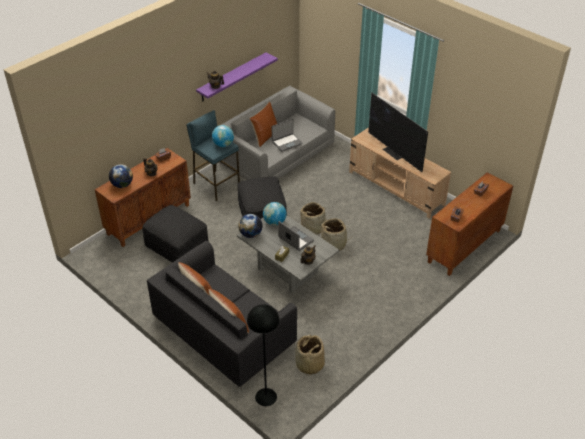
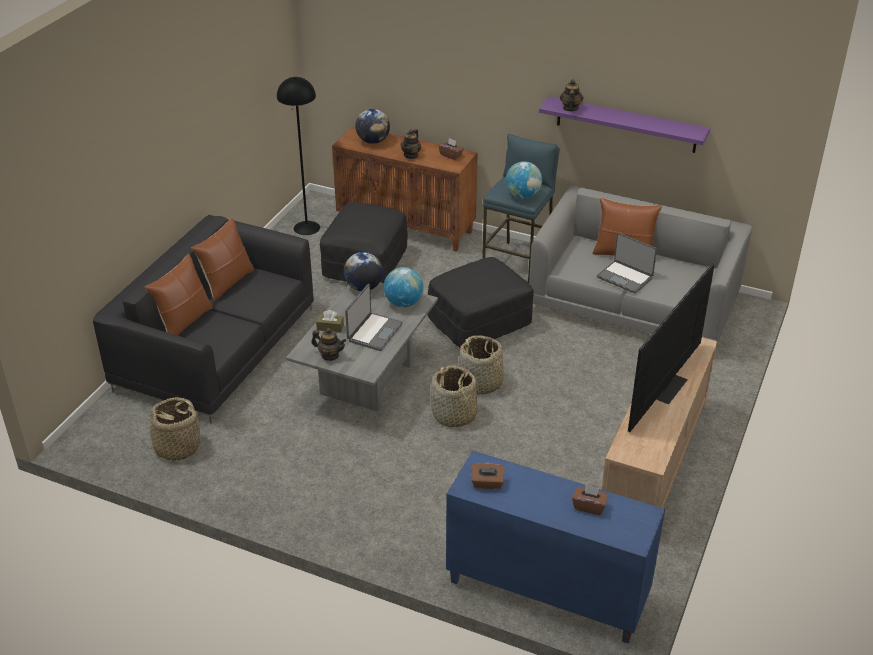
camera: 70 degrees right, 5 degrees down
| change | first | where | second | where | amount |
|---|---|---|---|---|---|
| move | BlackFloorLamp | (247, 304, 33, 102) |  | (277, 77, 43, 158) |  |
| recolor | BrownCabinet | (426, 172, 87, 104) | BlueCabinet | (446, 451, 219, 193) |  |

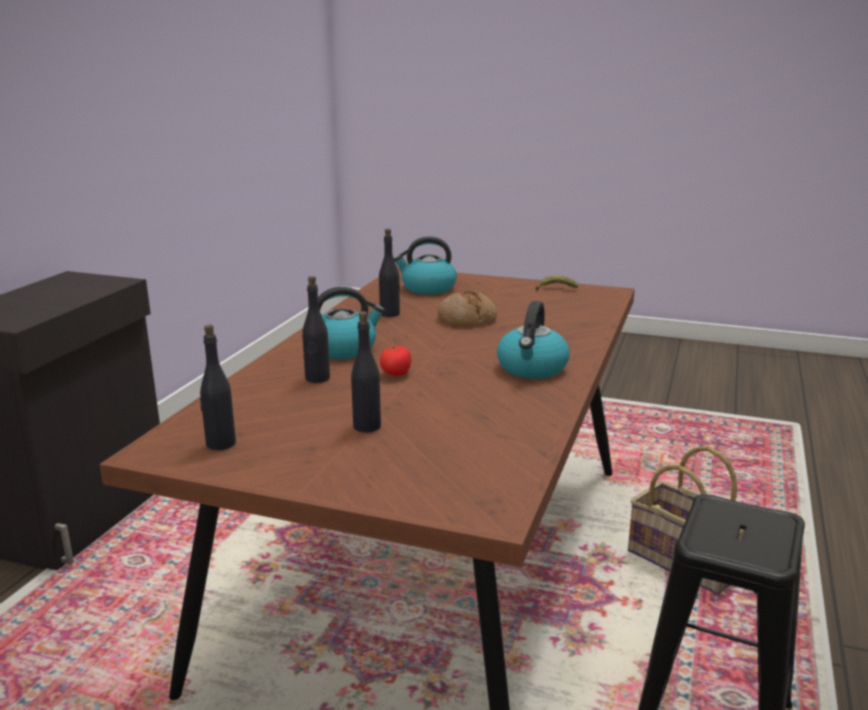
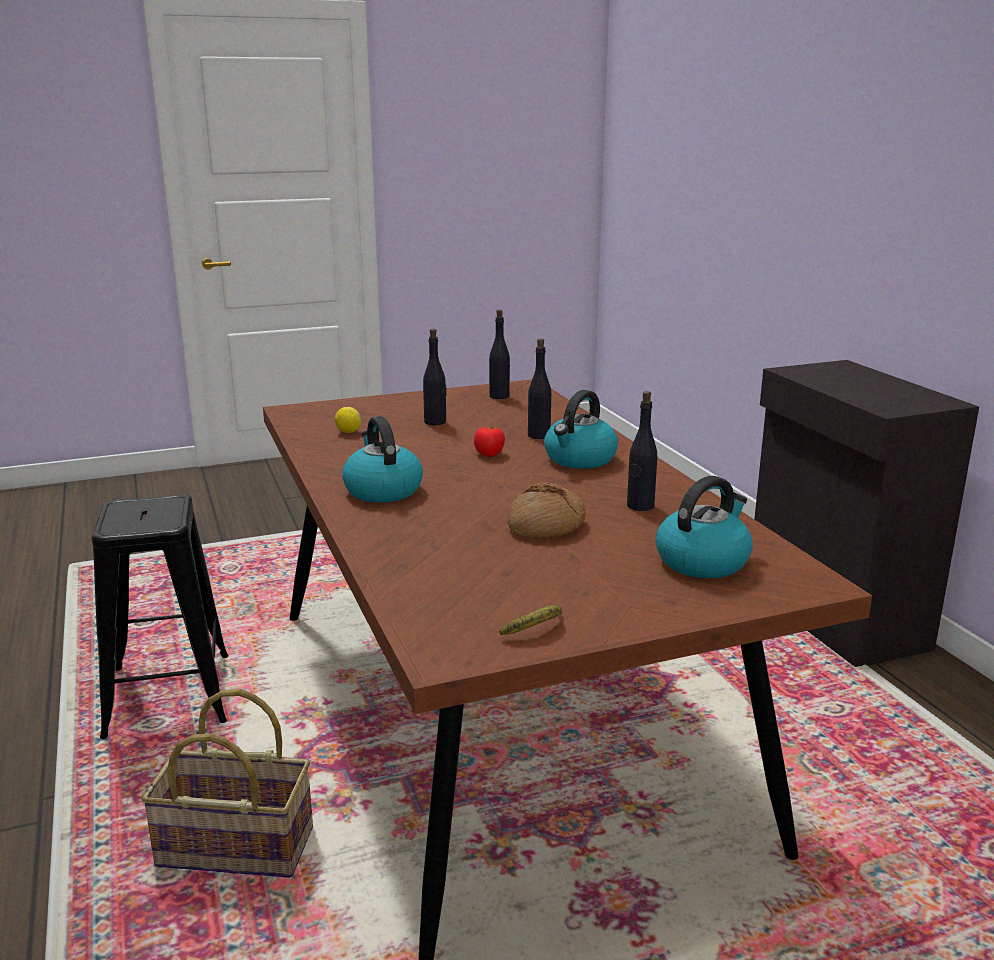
camera: 140 degrees right, 0 degrees up
| change | first | where | second | where | amount |
|---|---|---|---|---|---|
| insert |  |  | Lemon | (335, 407, 26, 26) |  |

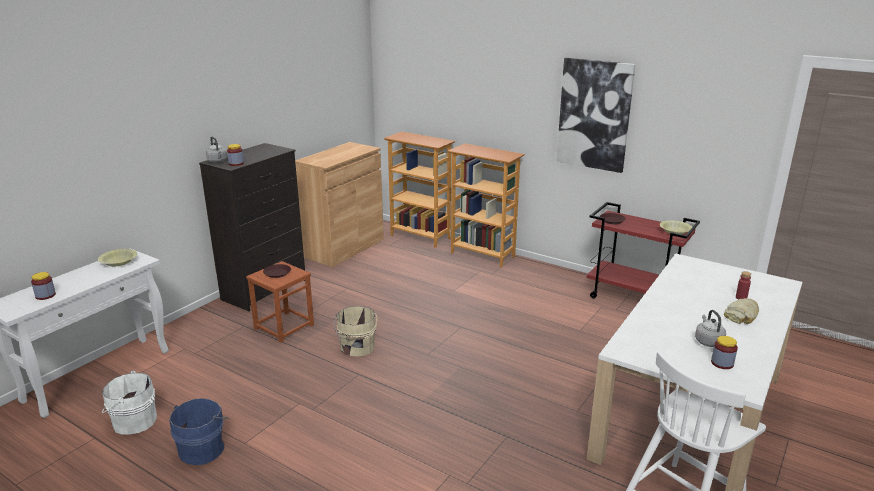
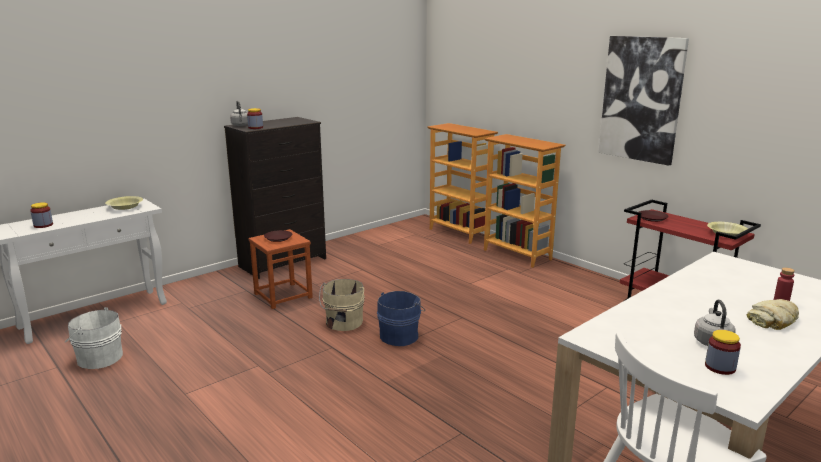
camera: 15 degrees right, 5 degrees down
| change | first | where | second | where | amount |
|---|---|---|---|---|---|
| delete | BrownCabinet | (295, 142, 89, 125) |  |  |  |
| move | BlueBucket | (169, 398, 59, 67) |  | (377, 291, 48, 55) |  |

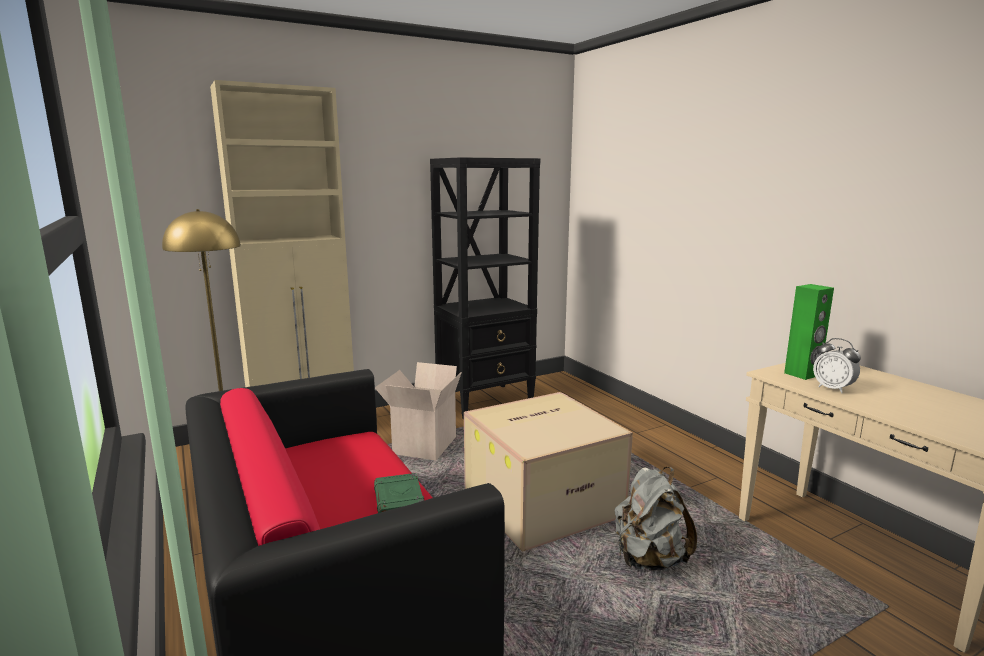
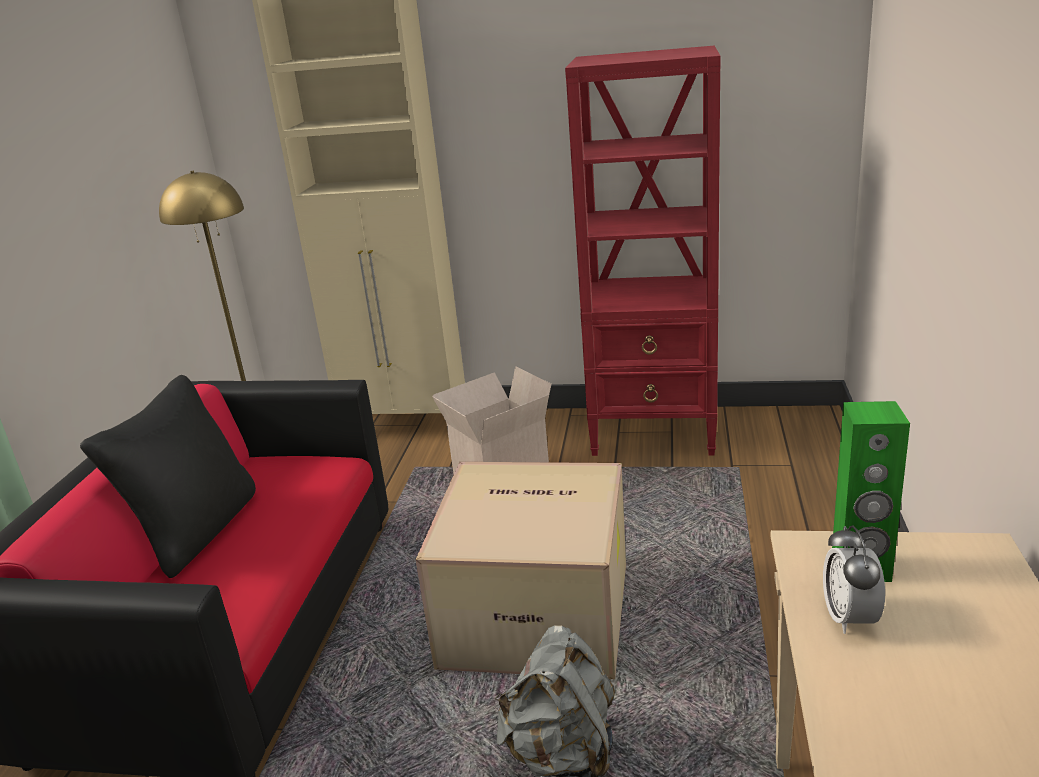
camera: 40 degrees right, 10 degrees up
| change | first | where | second | where | amount |
|---|---|---|---|---|---|
| delete | GreenBook | (374, 473, 50, 40) |  |  |  |
| insert |  |  | BlackPillow | (80, 375, 176, 203) |  |
| recolor | BlackBookcase | (430, 157, 110, 262) | RedBookcase | (565, 46, 156, 410) |  |

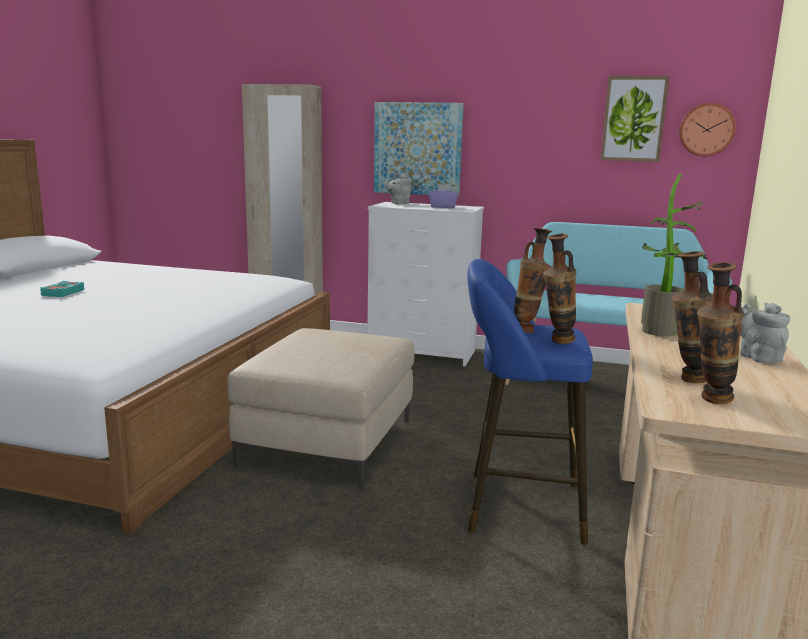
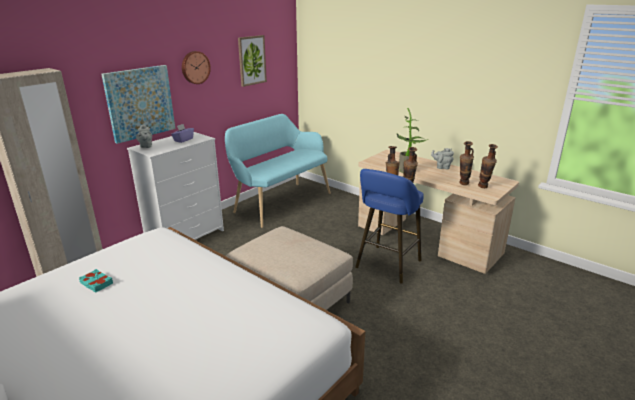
camera: 65 degrees left, 10 degrees up
| change | first | where | second | where | amount |
|---|---|---|---|---|---|
| move | TurquoiseBook | (40, 281, 44, 16) |  | (79, 269, 34, 23) |  |
| move | WallClock | (679, 103, 57, 53) |  | (182, 51, 29, 33) |  |

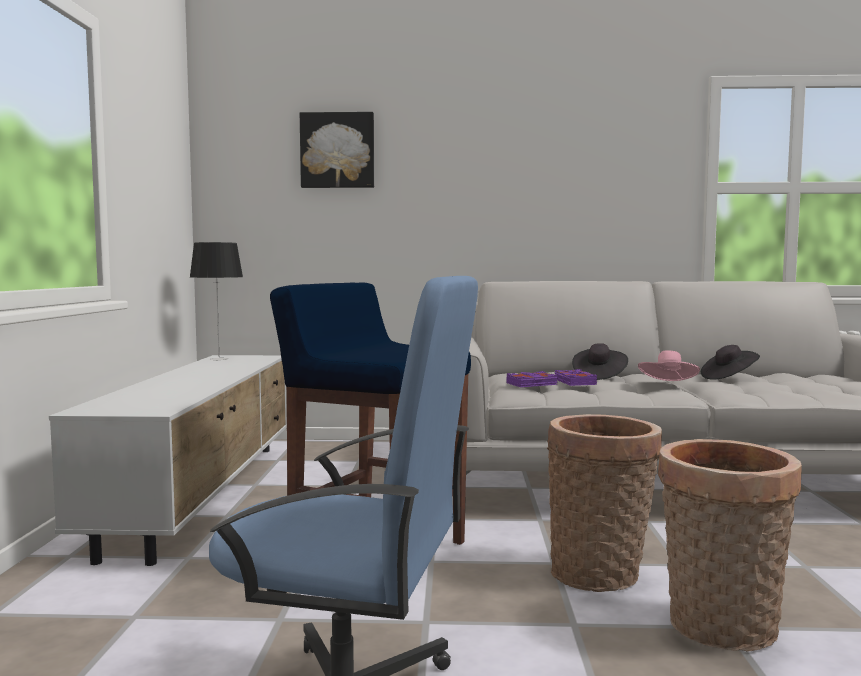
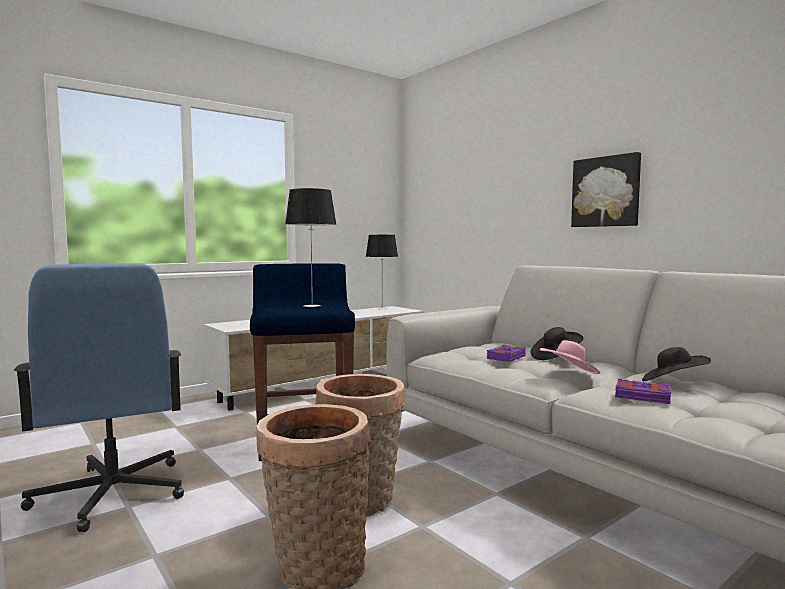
camera: 50 degrees right, 0 degrees up
| change | first | where | second | where | amount |
|---|---|---|---|---|---|
| insert |  |  | TableLamp | (285, 188, 52, 119) |  |
| move | Picture | (300, 112, 74, 76) |  | (571, 152, 70, 75) |  |
| move | PurpleBook | (507, 371, 51, 16) |  | (615, 379, 56, 25) |  |

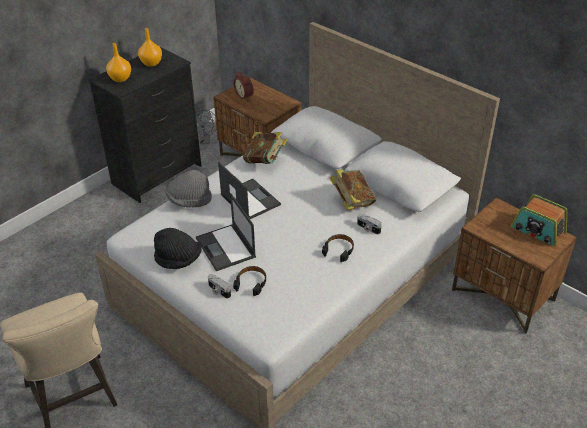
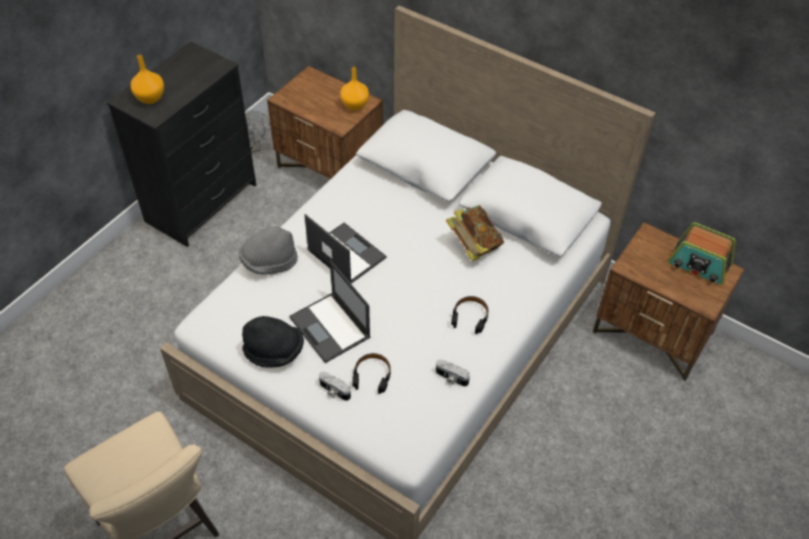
camera: 10 degrees left, 10 degrees up
| change | first | where | second | where | amount |
|---|---|---|---|---|---|
| delete | AlarmClock | (233, 71, 21, 30) |  |  |  |
| delete | Book | (243, 132, 44, 32) |  |  |  |
| move | OrangeVase | (138, 28, 24, 39) |  | (340, 67, 29, 44) |  |
| move | PhotoCamera | (357, 214, 25, 20) |  | (436, 359, 34, 28) |  |

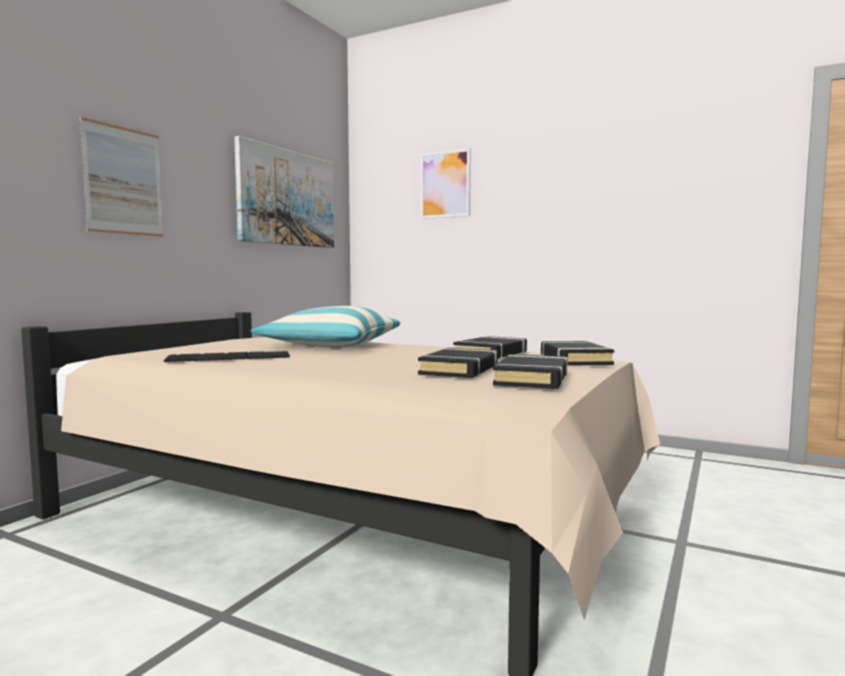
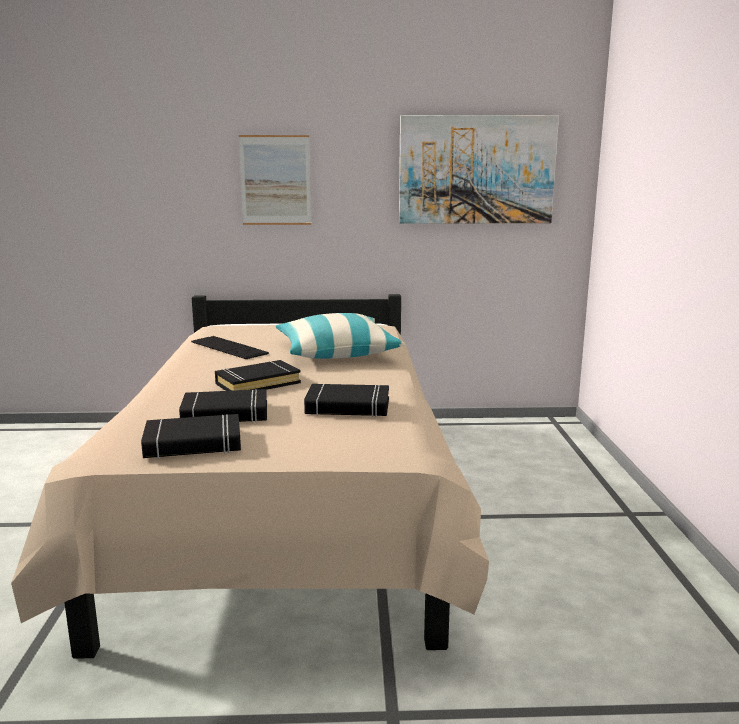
camera: 60 degrees right, 10 degrees up
| change | first | where | second | where | amount |
|---|---|---|---|---|---|
| delete | Picture | (421, 148, 49, 71) |  |  |  |
| move | BlackBook | (541, 341, 73, 25) |  | (215, 360, 86, 31) |  |

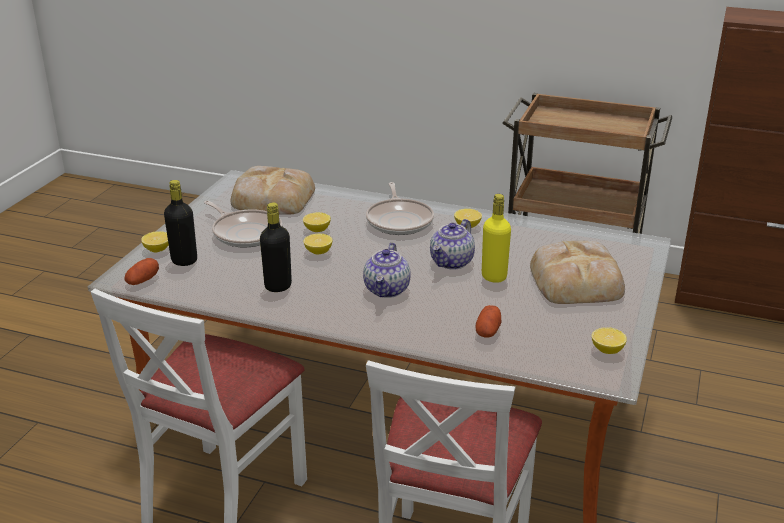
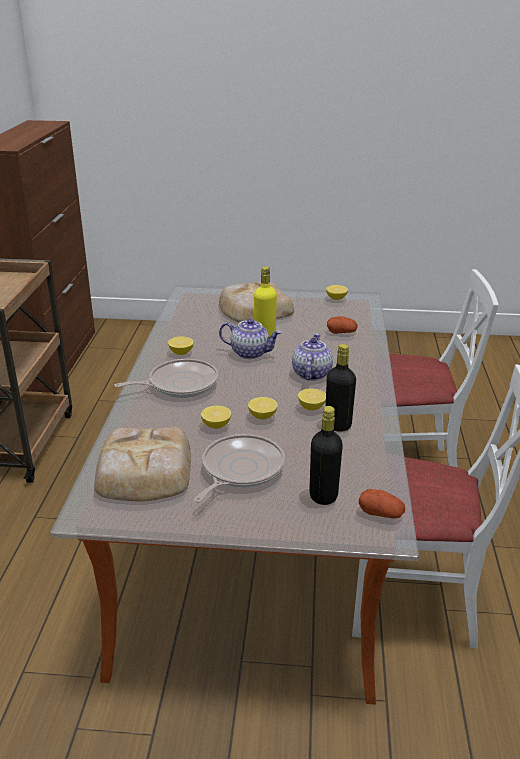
camera: 105 degrees left, 0 degrees up
| change | first | where | second | where | amount |
|---|---|---|---|---|---|
| move | Lemon | (141, 231, 28, 22) |  | (298, 389, 28, 21) |  |
| rotate | Teapot | (363, 243, 47, 55) |  | (292, 334, 41, 47) | 75 degrees counterclockwise |

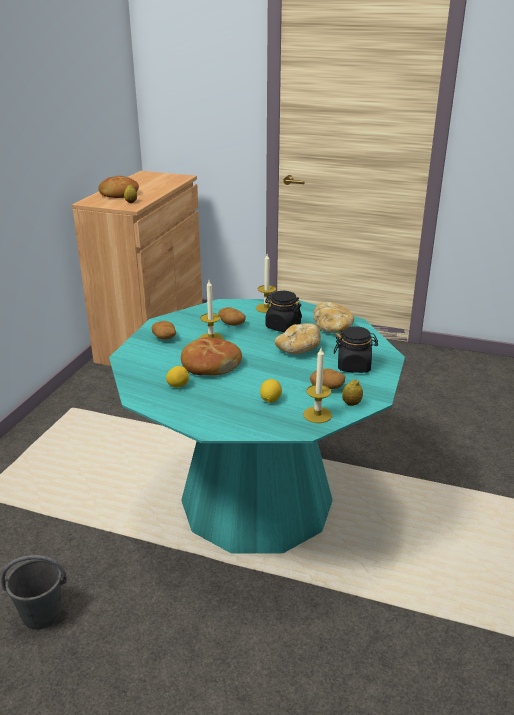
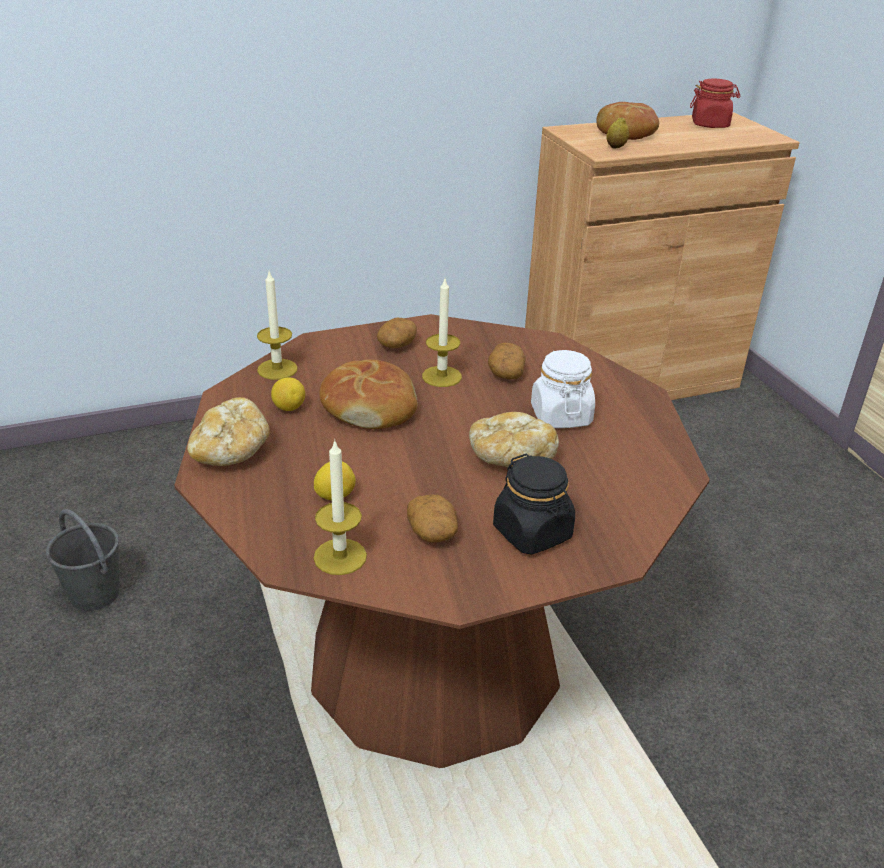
camera: 50 degrees right, 5 degrees up
| change | first | where | second | where | amount |
|---|---|---|---|---|---|
| delete | Lemon | (342, 379, 21, 27) |  |  |  |
| insert |  |  | RedJar | (690, 78, 51, 50) |  |
| move | Candle | (256, 254, 20, 59) |  | (257, 272, 41, 108) |  |
| move | Bread | (313, 302, 41, 31) |  | (187, 397, 83, 69) |  |
| recolor | TurquoiseDiningTable | (109, 299, 296, 255) | BrownDiningTable | (174, 314, 536, 454) |  |
| recolor | BlackJar | (265, 291, 37, 41) | WhiteJar | (531, 350, 64, 78) |  |

